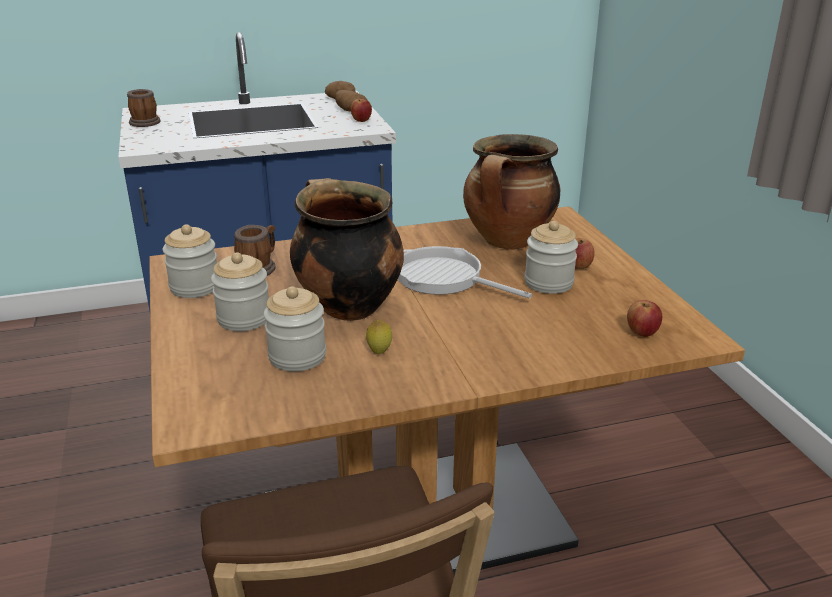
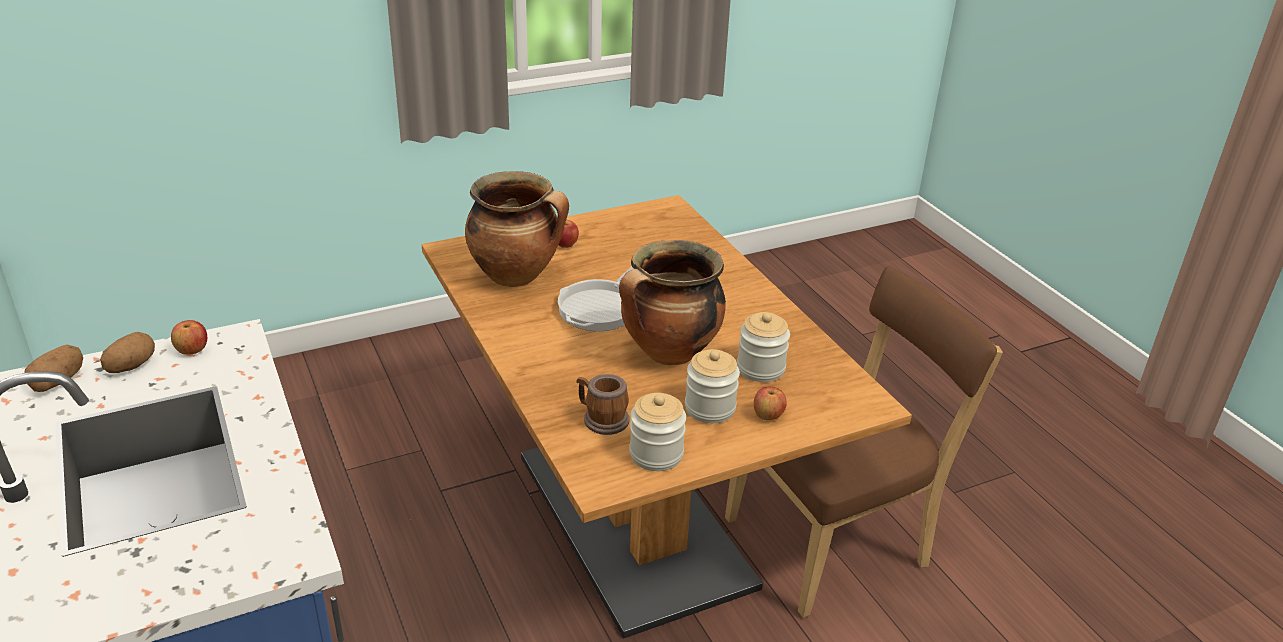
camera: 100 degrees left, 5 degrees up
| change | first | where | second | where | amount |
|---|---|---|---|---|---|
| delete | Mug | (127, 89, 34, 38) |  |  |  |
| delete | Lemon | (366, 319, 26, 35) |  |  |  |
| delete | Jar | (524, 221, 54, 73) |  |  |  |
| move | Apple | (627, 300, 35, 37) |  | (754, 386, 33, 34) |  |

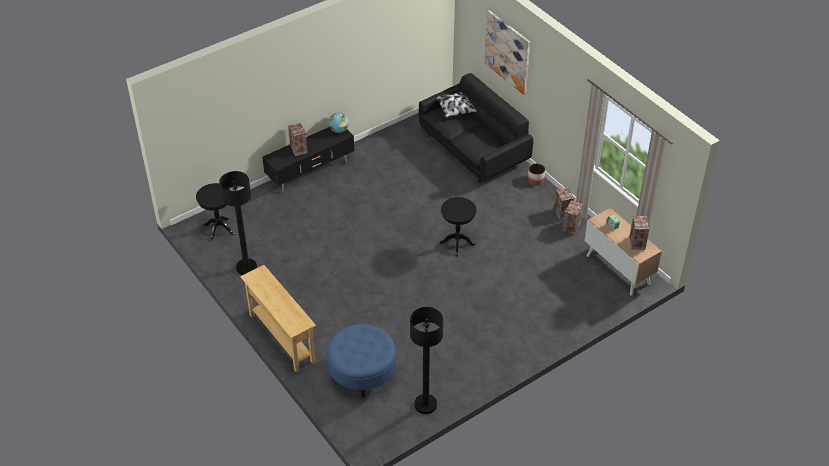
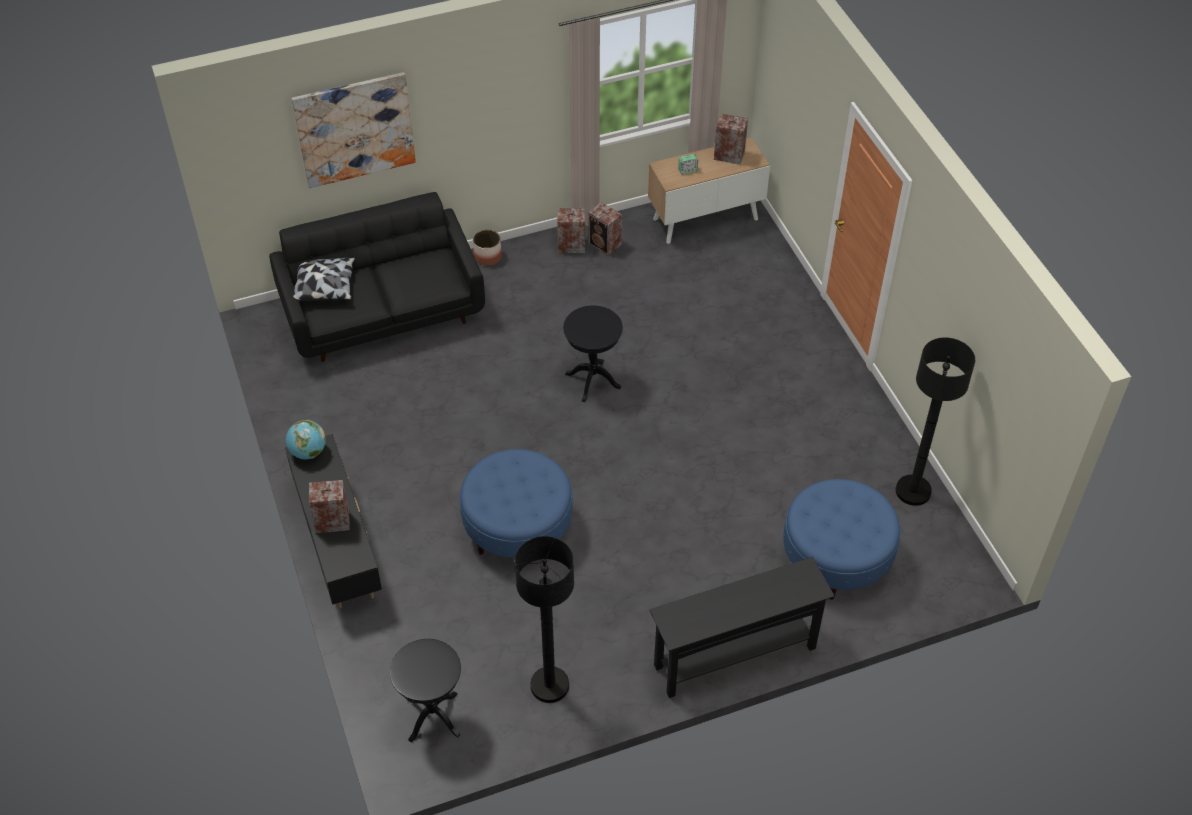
camera: 75 degrees left, 5 degrees up
| change | first | where | second | where | amount |
|---|---|---|---|---|---|
| insert |  |  | BlueOttoman | (460, 449, 113, 108) |  |
| recolor | BeigeConsoleTable | (240, 265, 76, 107) | BlackConsoleTable | (650, 557, 185, 141) |  |

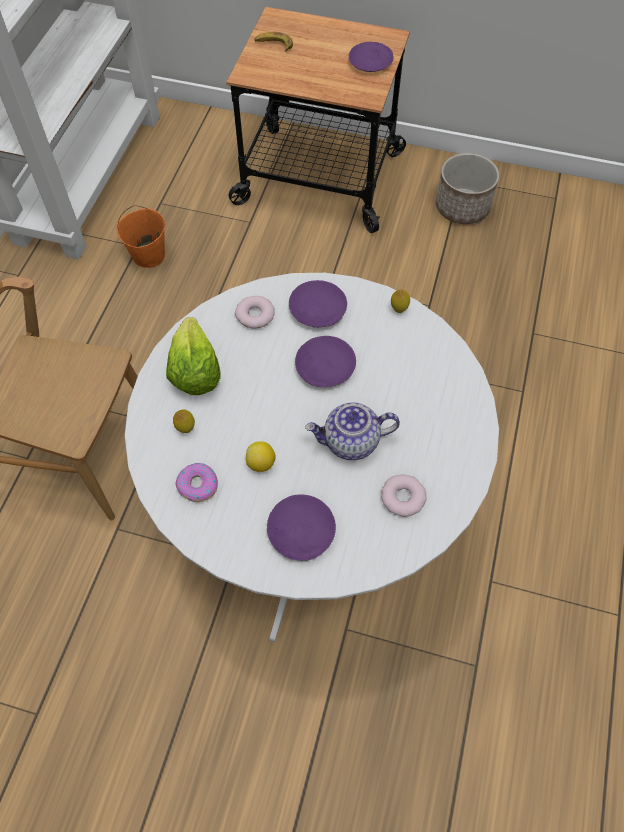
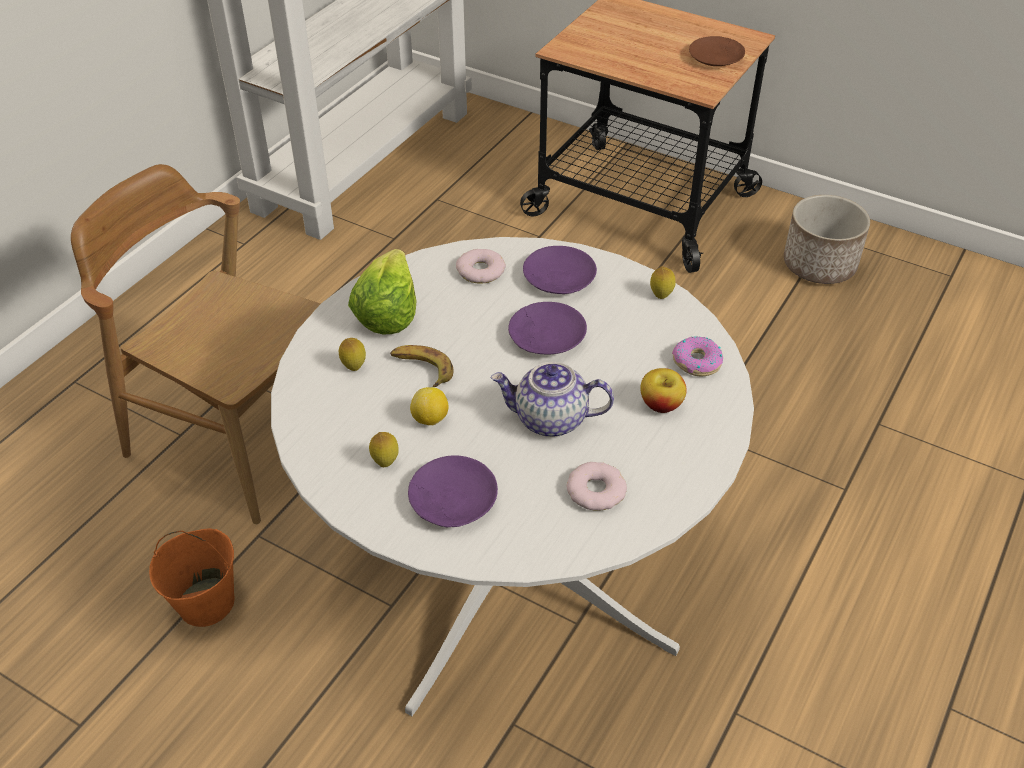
camera: 15 degrees right, 15 degrees down
| change | first | where | second | where | amount |
|---|---|---|---|---|---|
| insert |  |  | Lemon | (369, 432, 30, 35) |  |
| insert |  |  | Apple | (640, 368, 47, 45) |  |
| move | OrangeBucket | (117, 205, 48, 63) |  | (149, 528, 86, 99) |  |
| move | Donut | (175, 463, 43, 39) |  | (672, 336, 51, 40) |  |
| move | Banana | (255, 32, 38, 20) |  | (390, 345, 64, 42) |  |
| recolor | PurplePlate | (349, 42, 45, 30) | BrownPlate | (689, 36, 56, 30) |  |

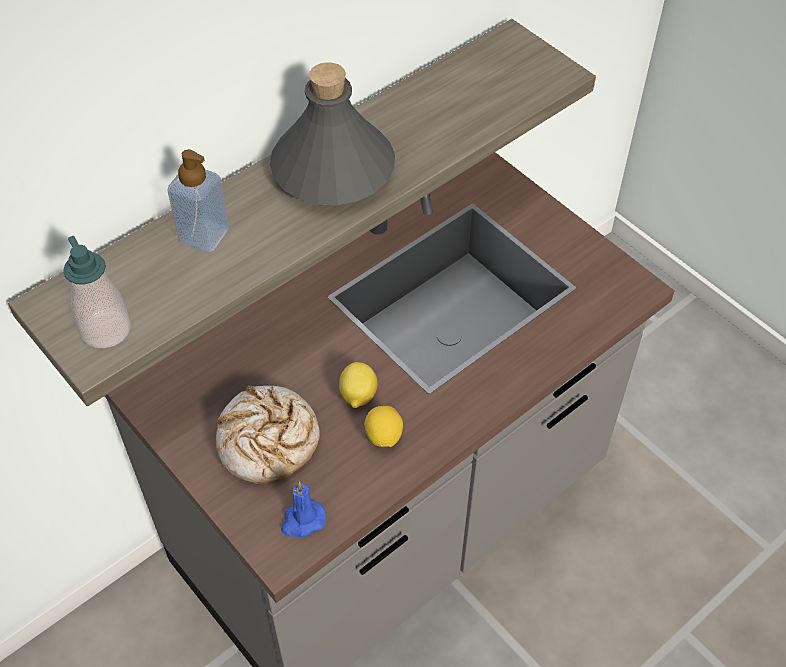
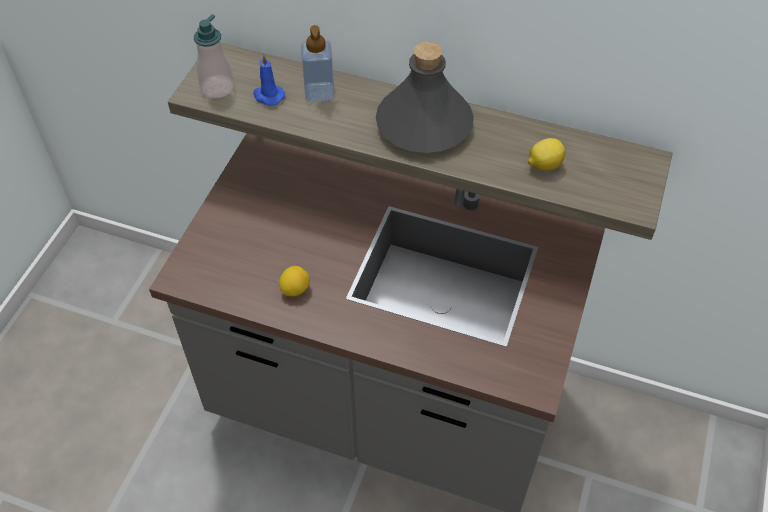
camera: 60 degrees right, 0 degrees up
| change | first | where | second | where | amount |
|---|---|---|---|---|---|
| delete | Bread | (216, 386, 104, 98) |  |  |  |
| move | BlueCandle | (281, 482, 45, 56) |  | (253, 54, 32, 52) |  |
| move | Lemon | (339, 362, 39, 46) |  | (528, 138, 37, 33) |  |

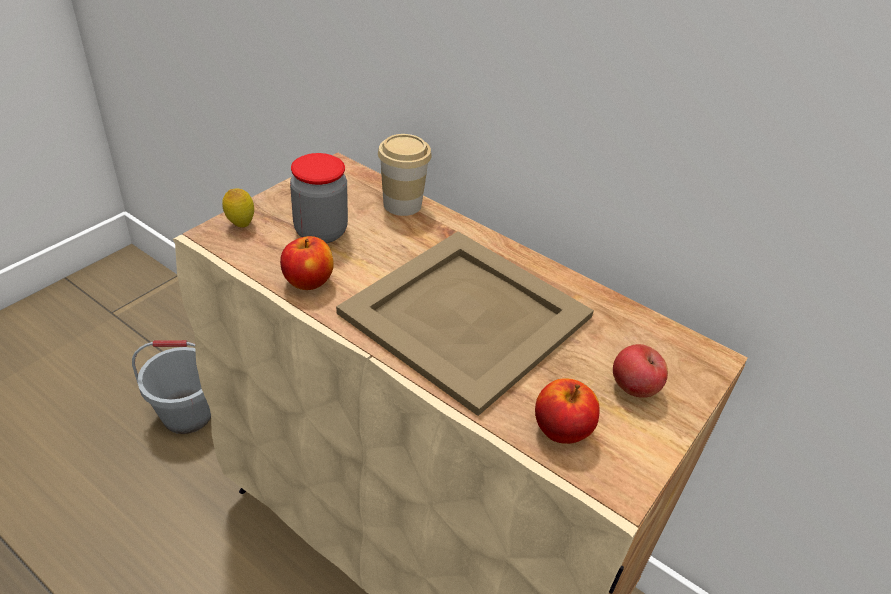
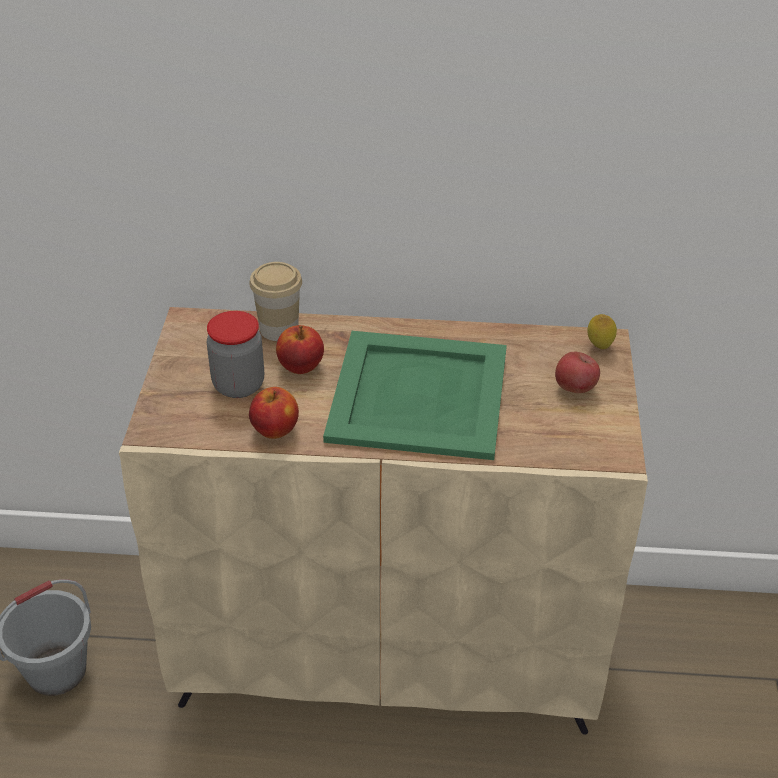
camera: 30 degrees left, 0 degrees up
| change | first | where | second | where | amount |
|---|---|---|---|---|---|
| move | Lemon | (222, 188, 32, 40) |  | (587, 314, 30, 35) |  |
| move | Apple | (535, 378, 64, 66) |  | (276, 325, 48, 49) |  |
| recolor | BeigeTray | (336, 231, 258, 185) | GreenTray | (323, 331, 184, 129) |  |

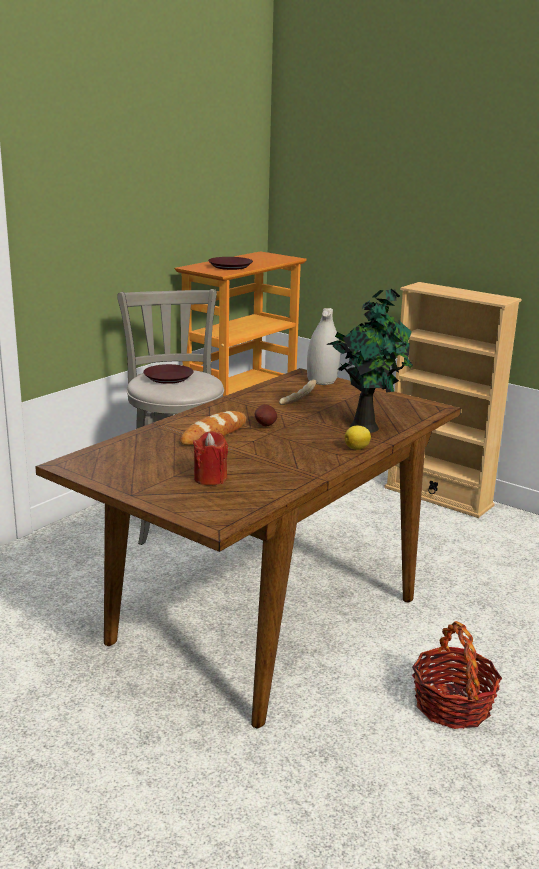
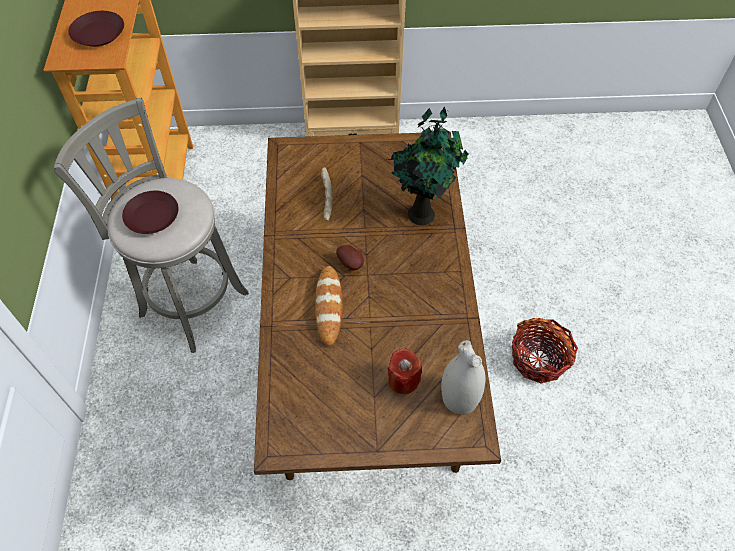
camera: 40 degrees left, 35 degrees up
| change | first | where | second | where | amount |
|---|---|---|---|---|---|
| delete | Lemon | (344, 426, 27, 24) |  |  |  |
| move | WhiteVase | (307, 308, 33, 77) |  | (441, 340, 44, 74) |  |

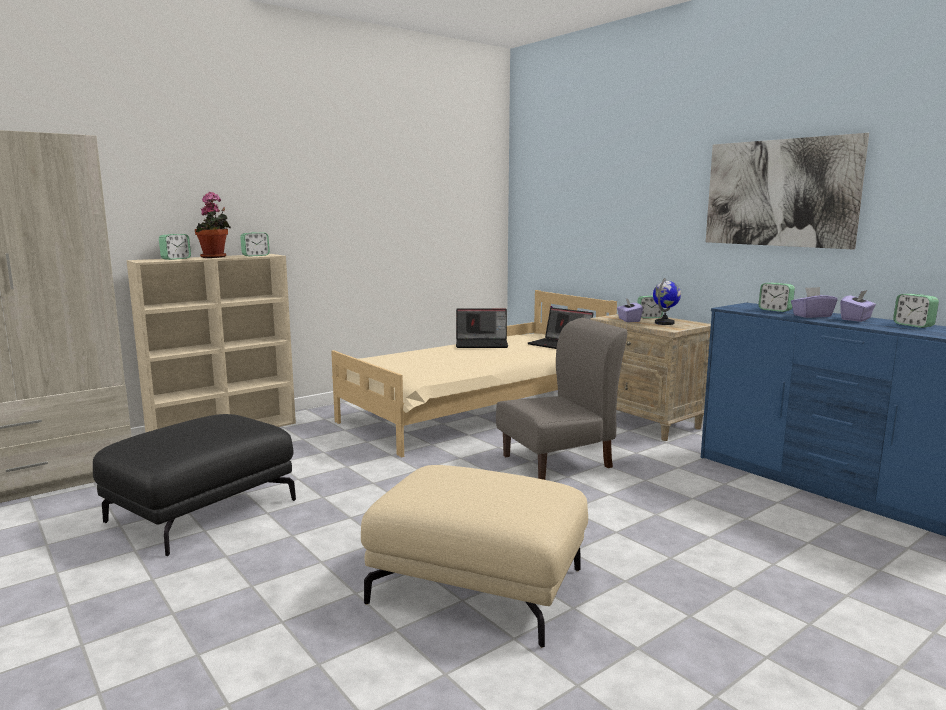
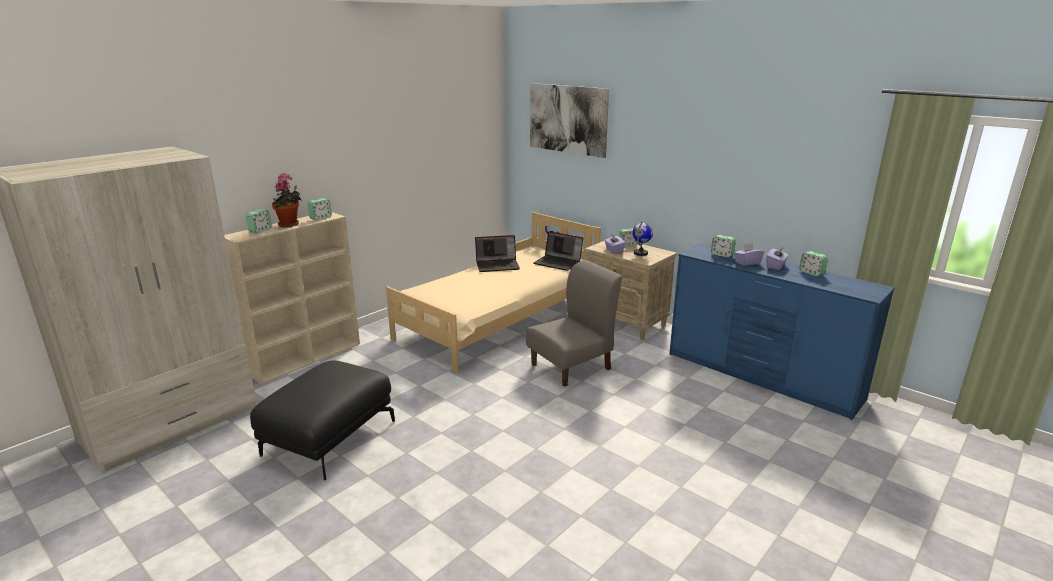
camera: 10 degrees left, 10 degrees up
| change | first | where | second | where | amount |
|---|---|---|---|---|---|
| delete | BeigeOttoman | (361, 465, 227, 183) |  |  |  |
| move | Picture | (706, 133, 163, 116) |  | (530, 83, 79, 75) |  |

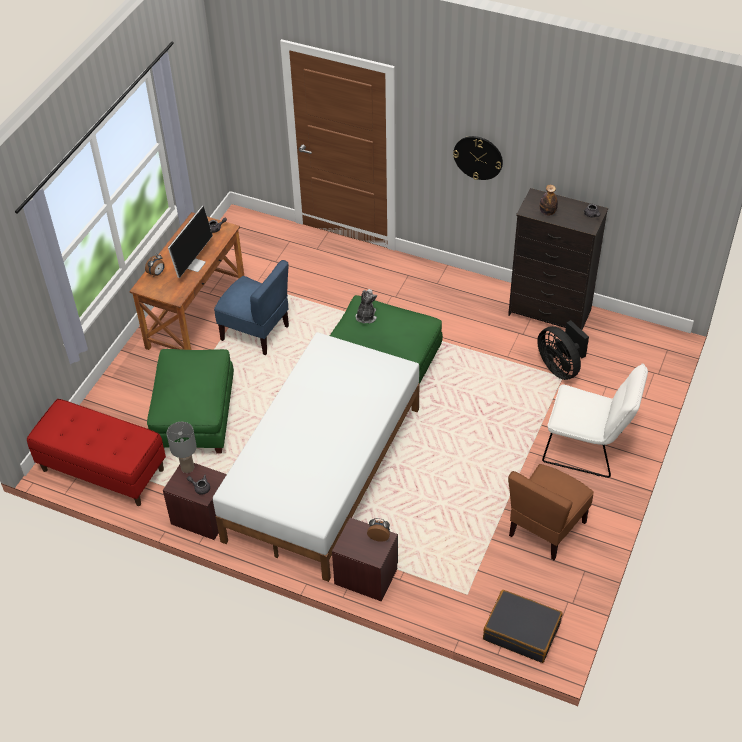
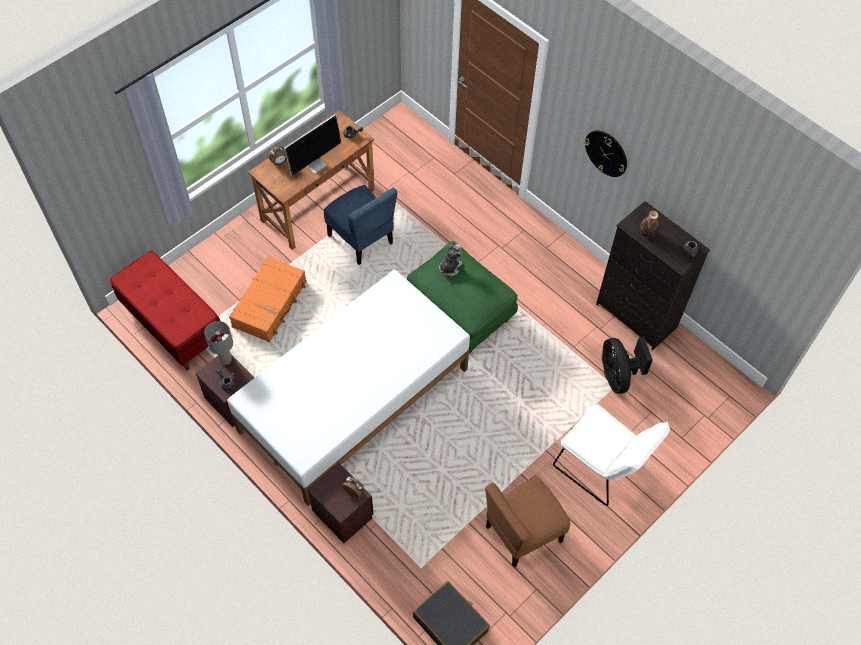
camera: 20 degrees right, 10 degrees up
| change | first | where | second | where | amount |
|---|---|---|---|---|---|
| replace | GreenOttoman | (147, 349, 87, 105) | OrangeSuitcase | (229, 256, 77, 86) |  |

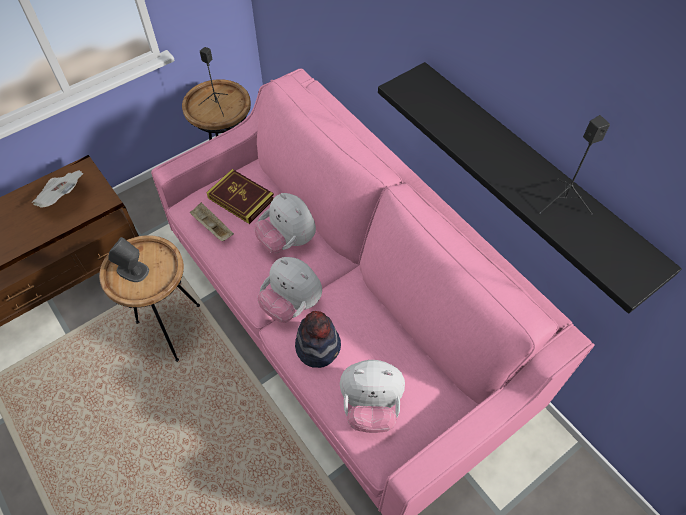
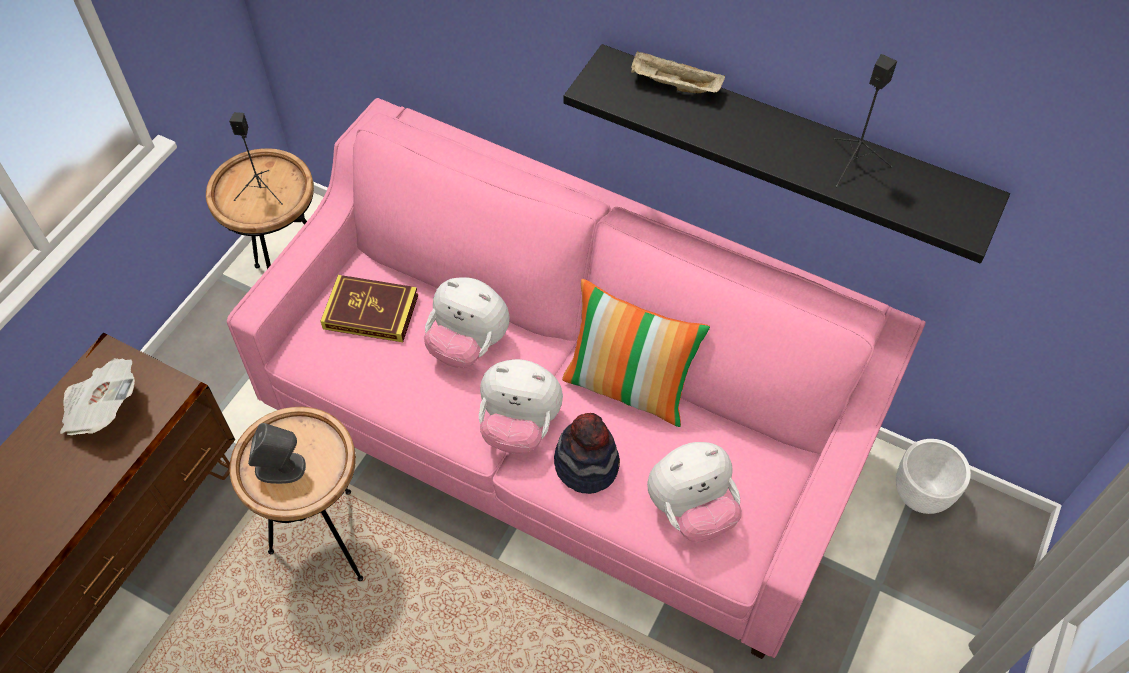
camera: 25 degrees left, 0 degrees up
| change | first | where | second | where | amount |
|---|---|---|---|---|---|
| insert |  |  | Pillow | (562, 279, 148, 148) |  |
| insert |  |  | WhitePlanter | (896, 439, 75, 75) |  |
| move | BeigeTray | (190, 202, 44, 39) |  | (631, 51, 94, 42) |  |

